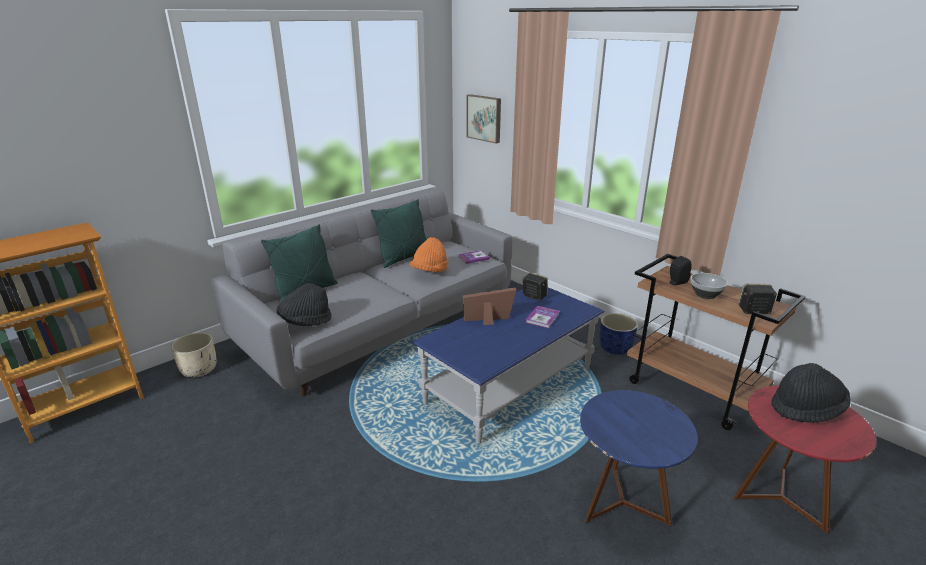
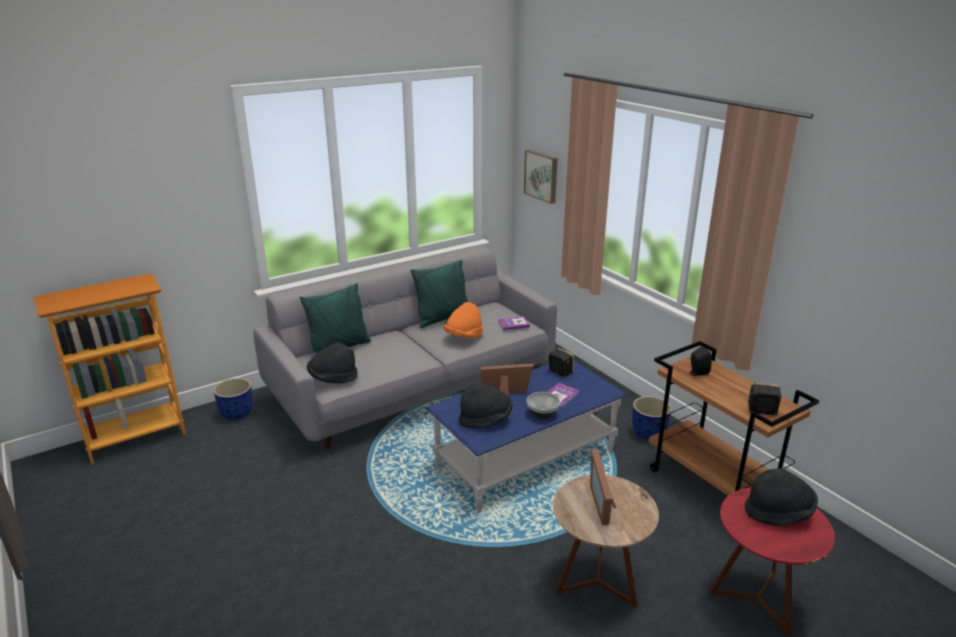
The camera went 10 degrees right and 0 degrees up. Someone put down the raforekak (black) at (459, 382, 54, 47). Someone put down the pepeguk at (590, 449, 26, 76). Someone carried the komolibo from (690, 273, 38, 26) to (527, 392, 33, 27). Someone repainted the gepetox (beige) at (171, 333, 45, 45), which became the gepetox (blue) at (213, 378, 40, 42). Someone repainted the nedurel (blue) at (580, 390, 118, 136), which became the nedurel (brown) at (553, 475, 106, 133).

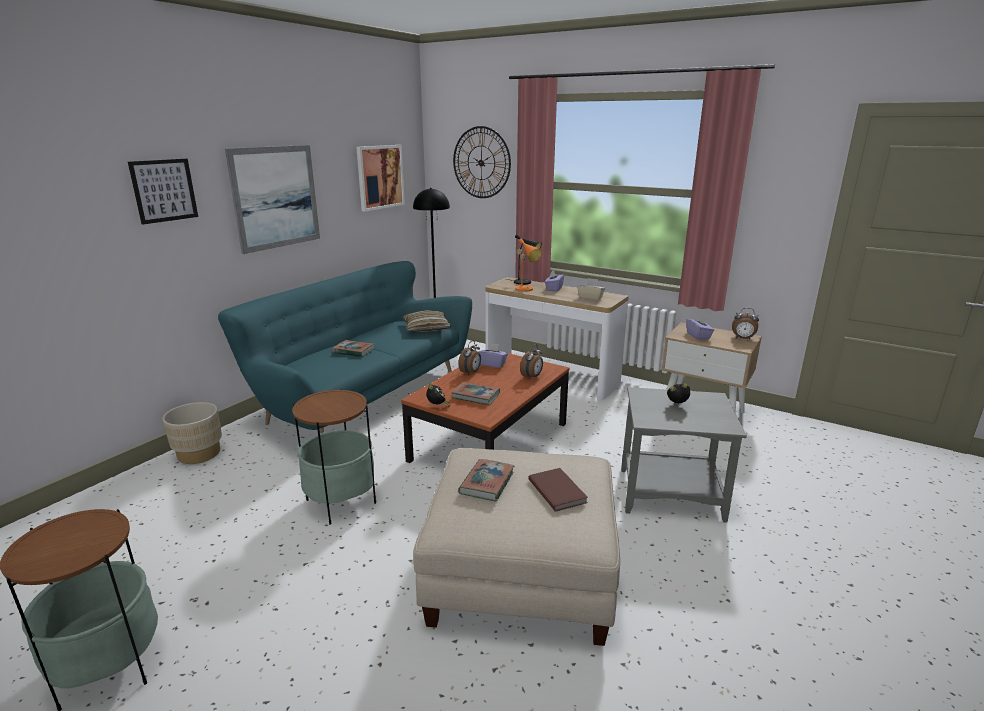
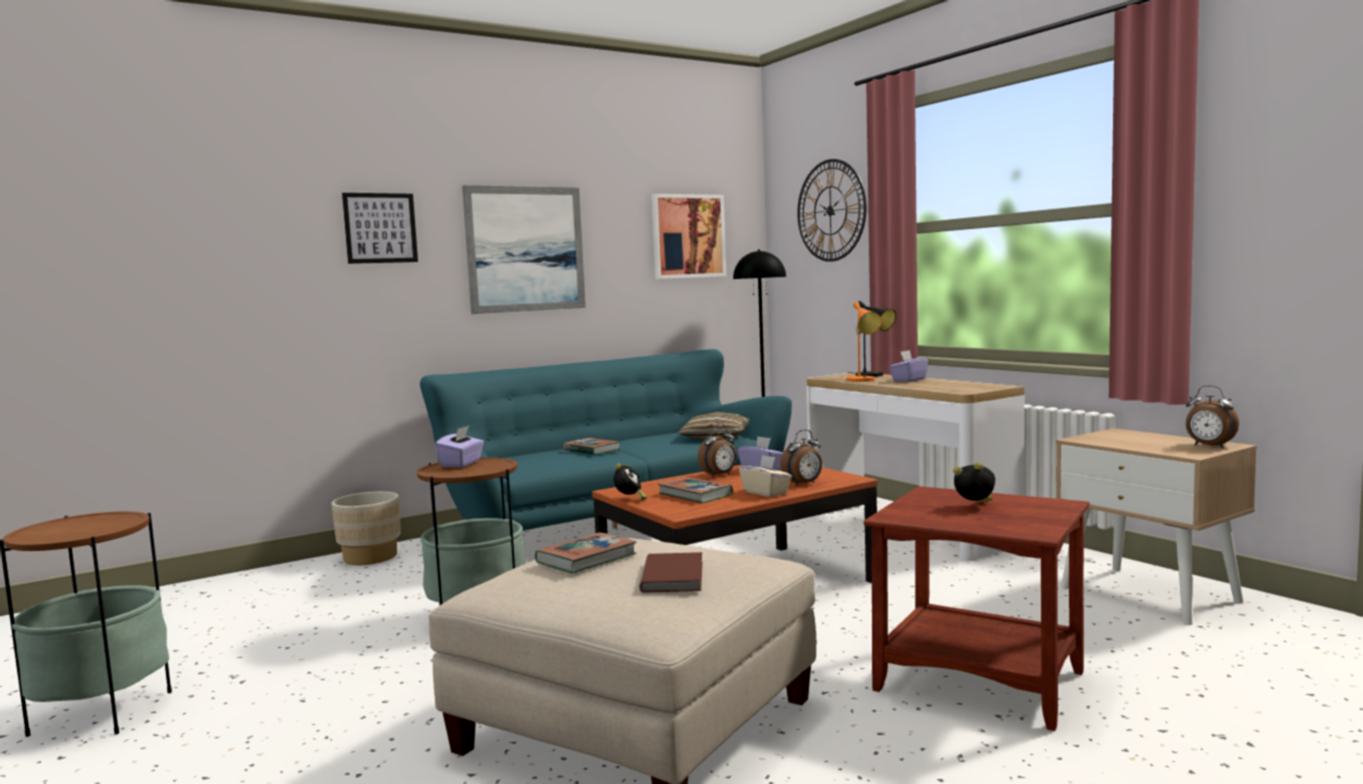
The camera went 25 degrees right and 15 degrees down. Someone carried the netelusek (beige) from (577, 278, 28, 23) to (739, 455, 53, 42). Someone carried the netelusek (purple) from (686, 315, 28, 25) to (435, 426, 49, 41). Someone repainted the nedurel (grey) at (621, 387, 126, 136), which became the nedurel (brown) at (864, 486, 226, 245).

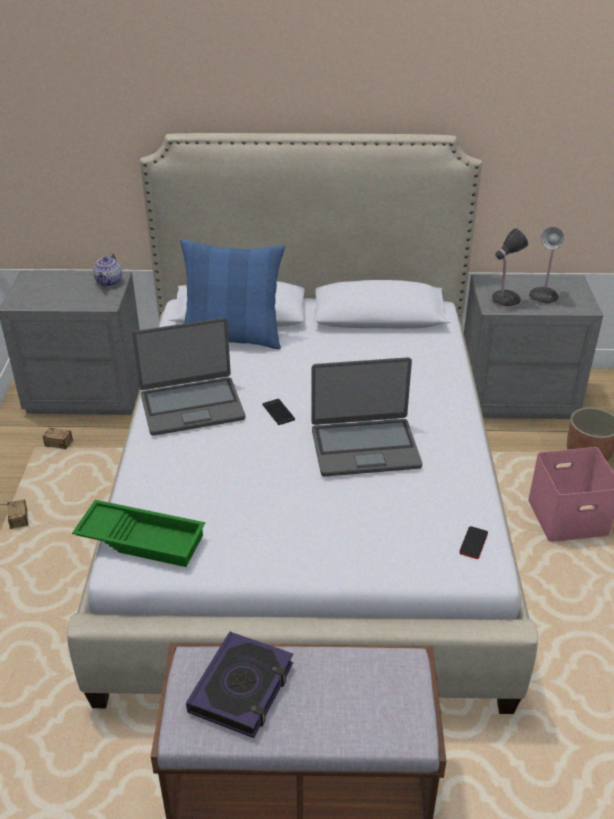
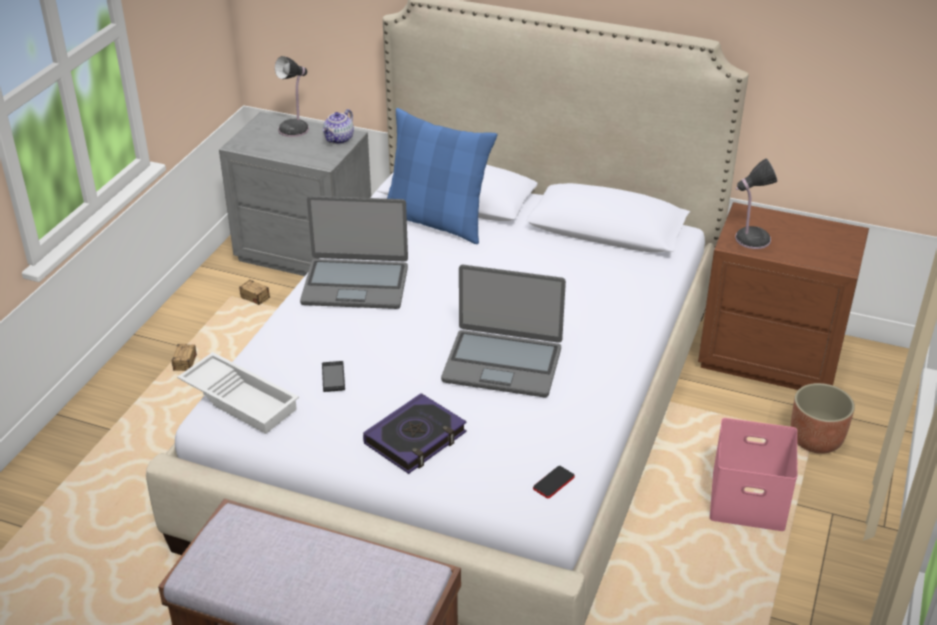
The camera went 20 degrees right and 0 degrees up. Someone carried the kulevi from (186, 631, 107, 107) to (363, 393, 104, 81). Someone carried the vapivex from (262, 399, 33, 26) to (322, 361, 23, 31). Someone carried the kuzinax from (528, 227, 36, 78) to (275, 56, 34, 81). Someone repainted the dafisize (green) at (72, 500, 133, 67), which became the dafisize (white) at (177, 352, 122, 82). Someone repainted the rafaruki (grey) at (464, 275, 139, 144), which became the rafaruki (brown) at (698, 202, 171, 188).

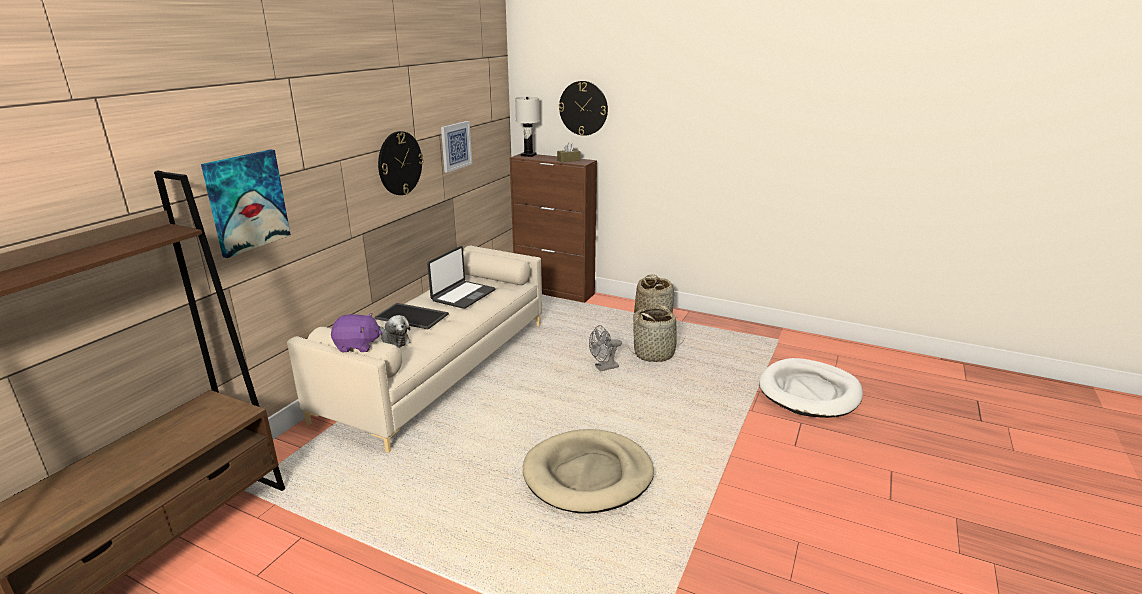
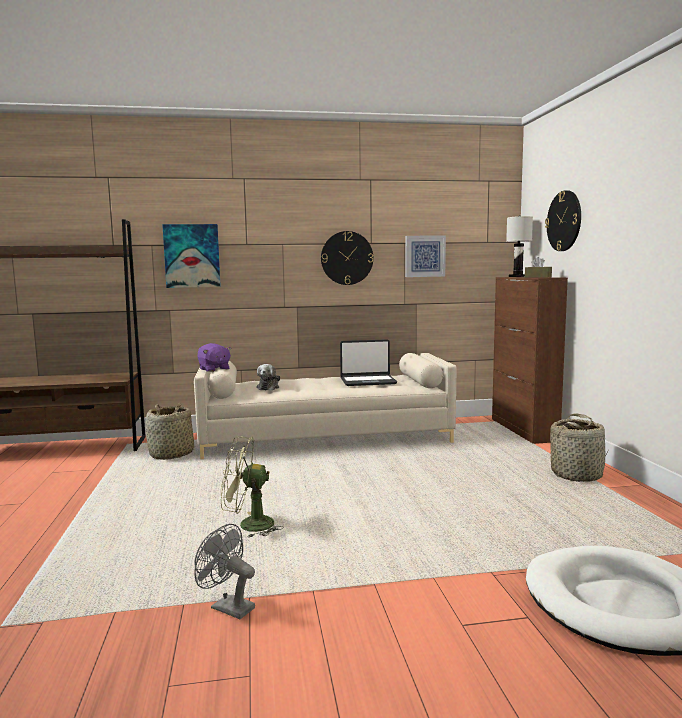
The camera went 55 degrees right and 15 degrees down. Someone took away the dafisize at (375, 303, 74, 26). Someone carried the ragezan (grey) from (589, 325, 33, 47) to (194, 524, 61, 95). Someone carried the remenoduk from (628, 304, 58, 58) to (146, 403, 48, 57). Someone swapped the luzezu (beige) at (523, 429, 131, 85) for the ragezan (green) at (221, 436, 63, 102).

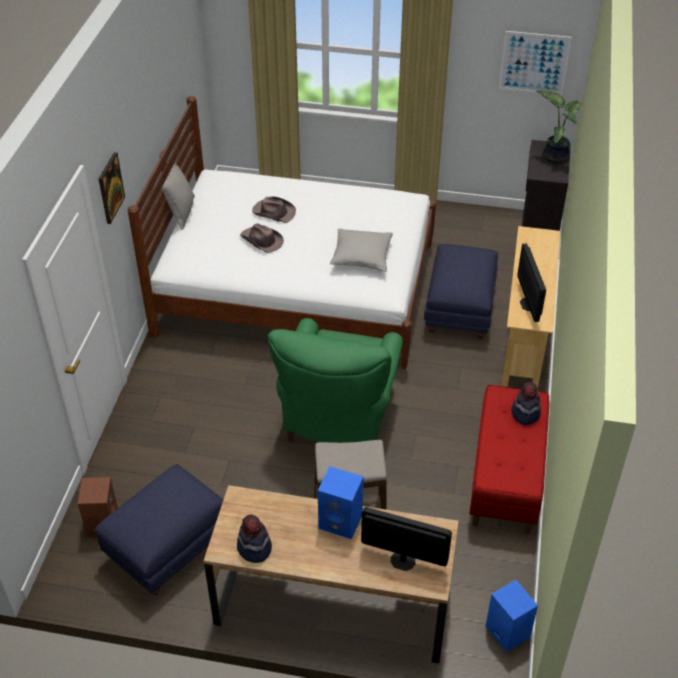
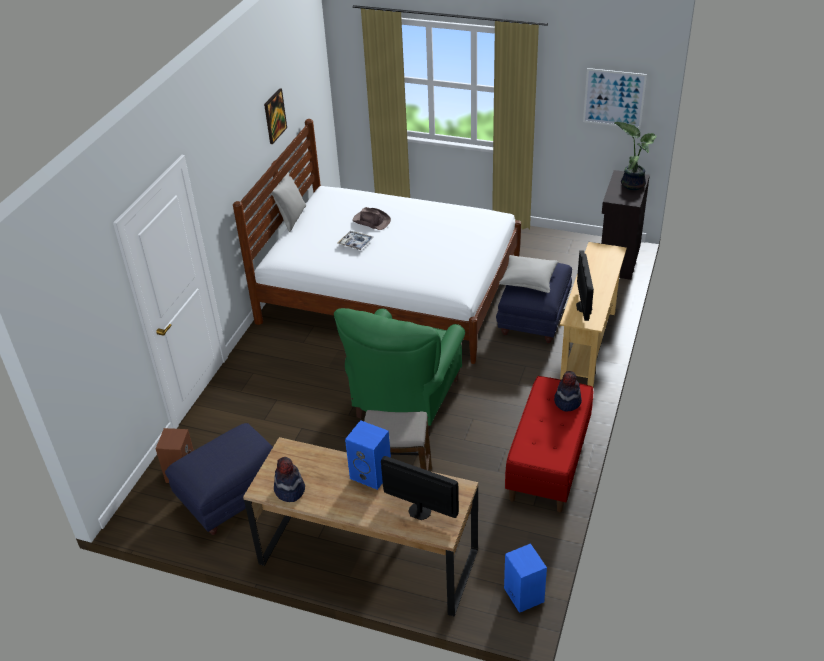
The camera went 10 degrees right and 5 degrees down. Someone carried the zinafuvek from (99, 152, 26, 72) to (264, 88, 23, 56). Someone carried the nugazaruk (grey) from (330, 228, 63, 44) to (499, 255, 59, 38). Someone swapped the raforekak (brown) at (240, 223, 44, 30) for the dafisize at (337, 231, 36, 19).

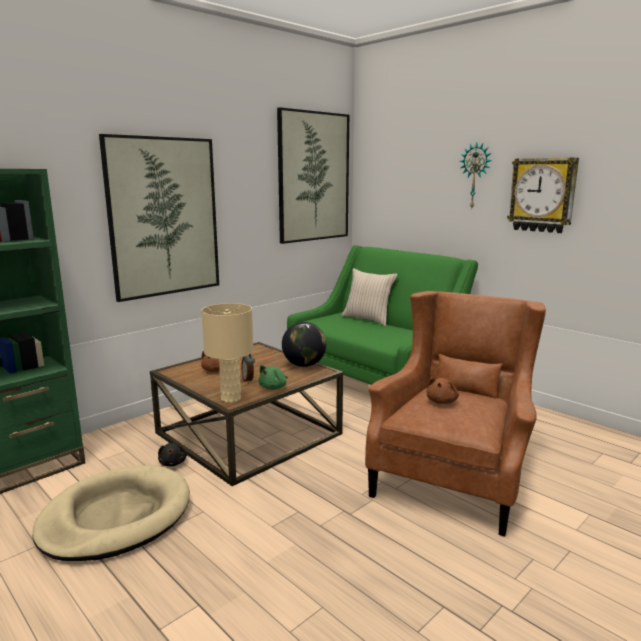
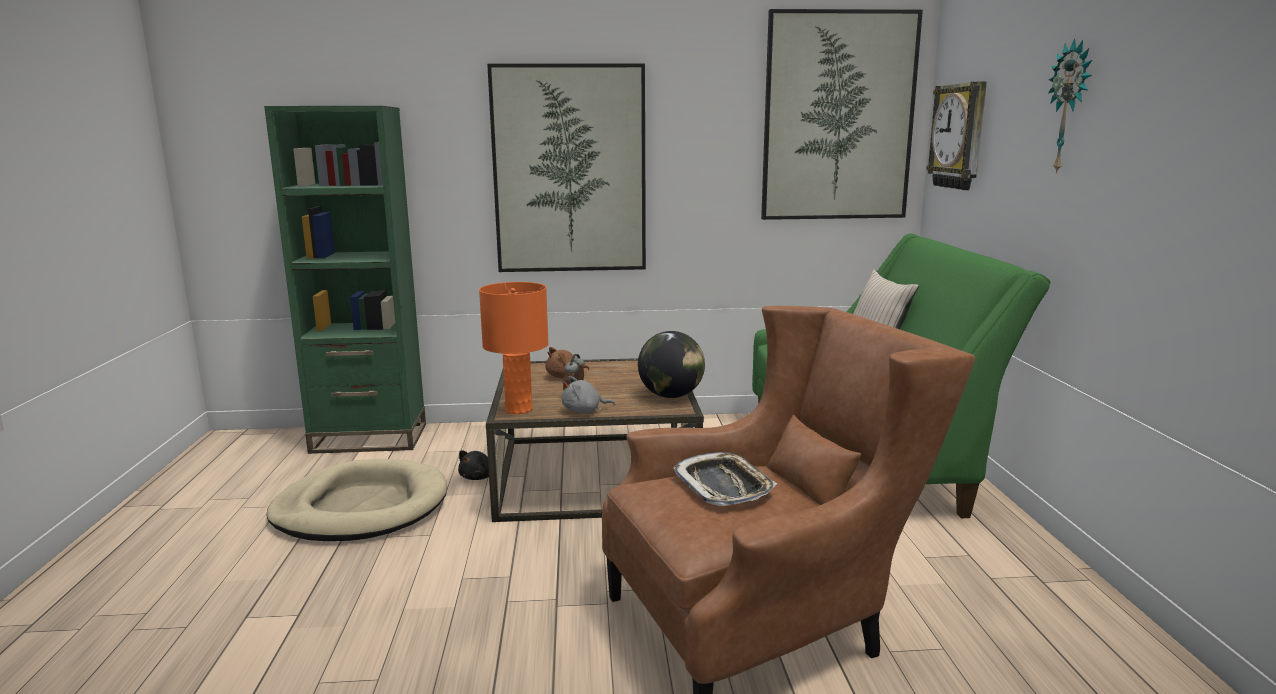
The camera went 40 degrees right and 0 degrees up. Someone carried the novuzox from (507, 158, 72, 75) to (926, 81, 61, 109). Someone swapped the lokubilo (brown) at (426, 377, 33, 27) for the dafisize at (673, 452, 104, 54). Someone repainted the kuzinax (beige) at (201, 303, 53, 100), which became the kuzinax (orange) at (479, 282, 70, 132). Someone repainted the lokubilo (green) at (258, 365, 30, 24), which became the lokubilo (grey) at (562, 376, 53, 37).

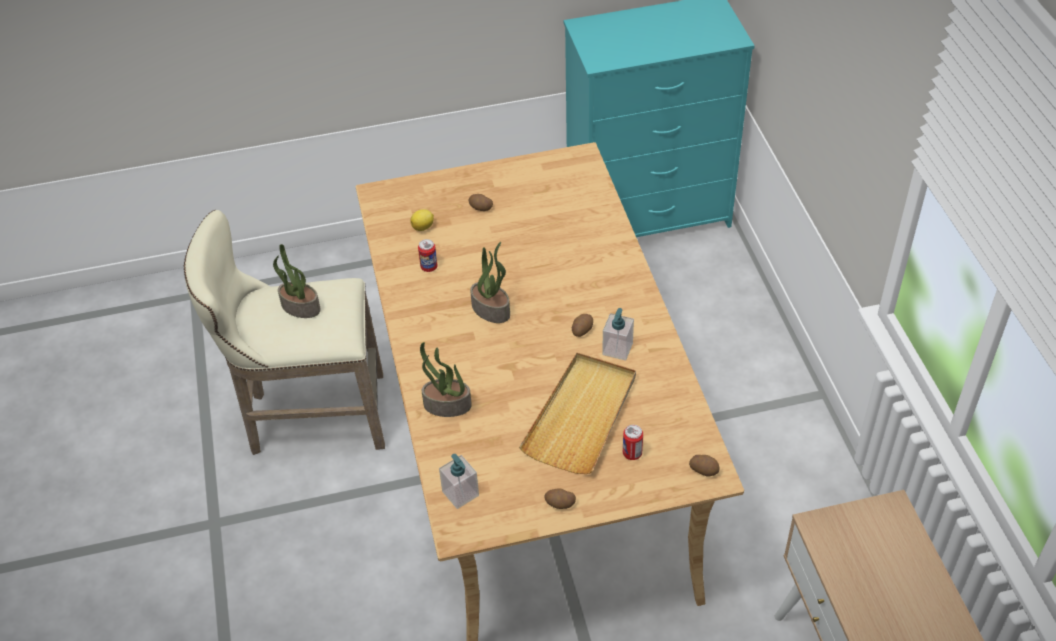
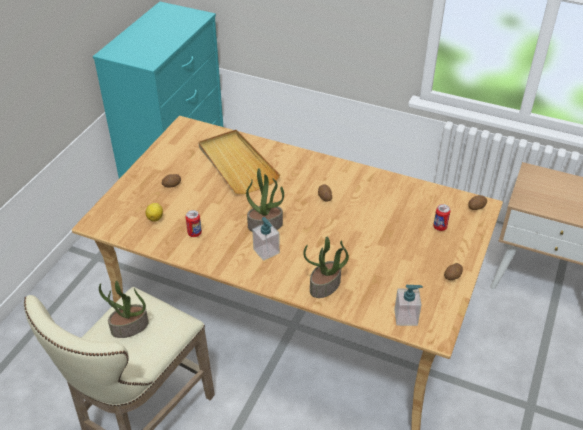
The camera went 55 degrees left and 5 degrees down. Someone carried the dafisize (beige) from (519, 353, 117, 121) to (198, 130, 82, 64). Someone carried the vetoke from (602, 308, 32, 53) to (252, 217, 28, 44).

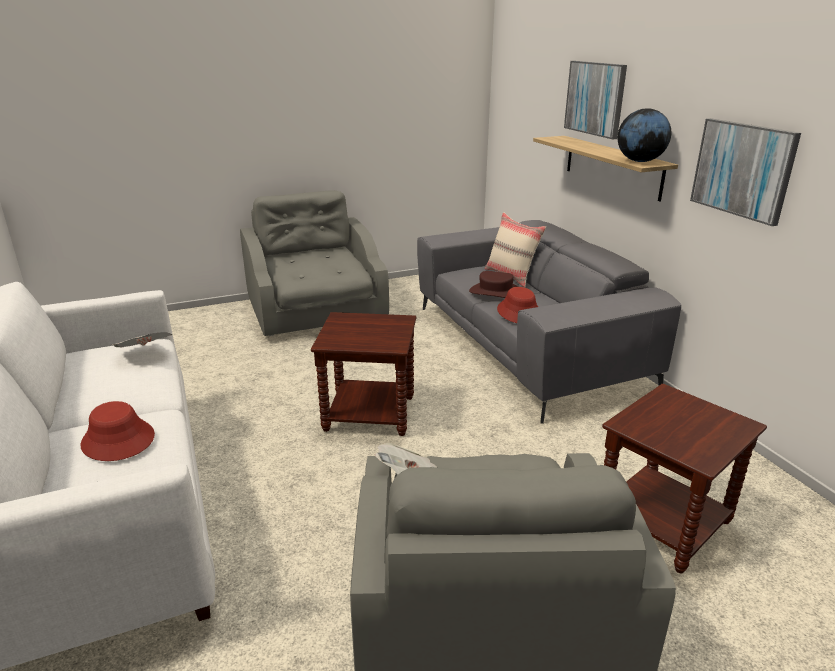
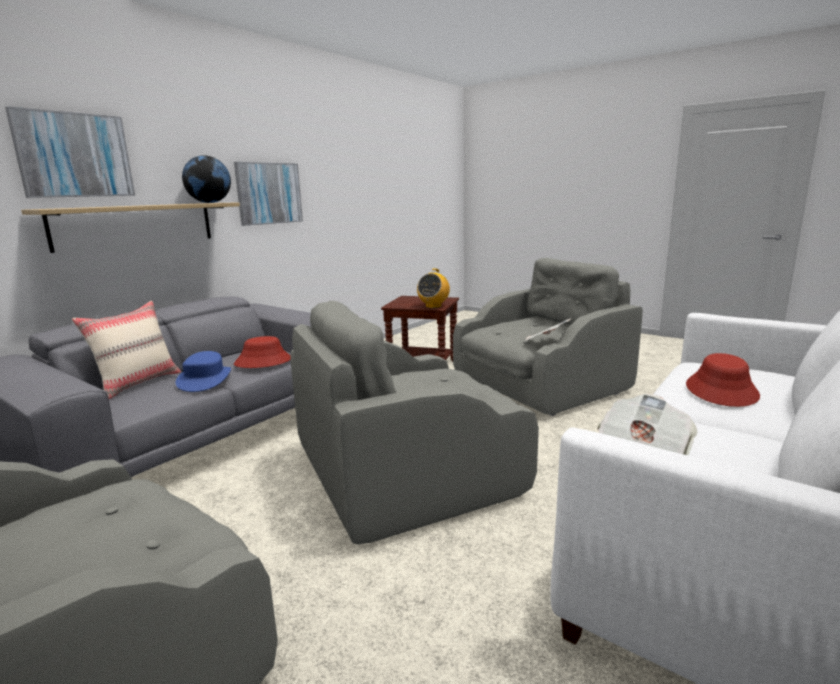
The camera went 120 degrees left and 10 degrees down. Someone put down the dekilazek at (417, 268, 33, 40). Someone swapped the nedurel (brown) at (311, 312, 105, 124) for the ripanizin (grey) at (290, 301, 249, 243). Someone repainted the raforekak (brown) at (469, 271, 49, 27), which became the raforekak (blue) at (176, 351, 55, 41).

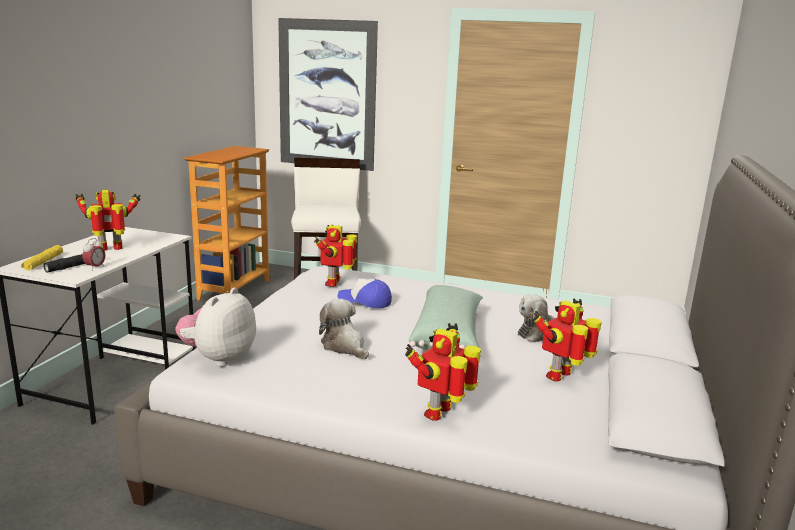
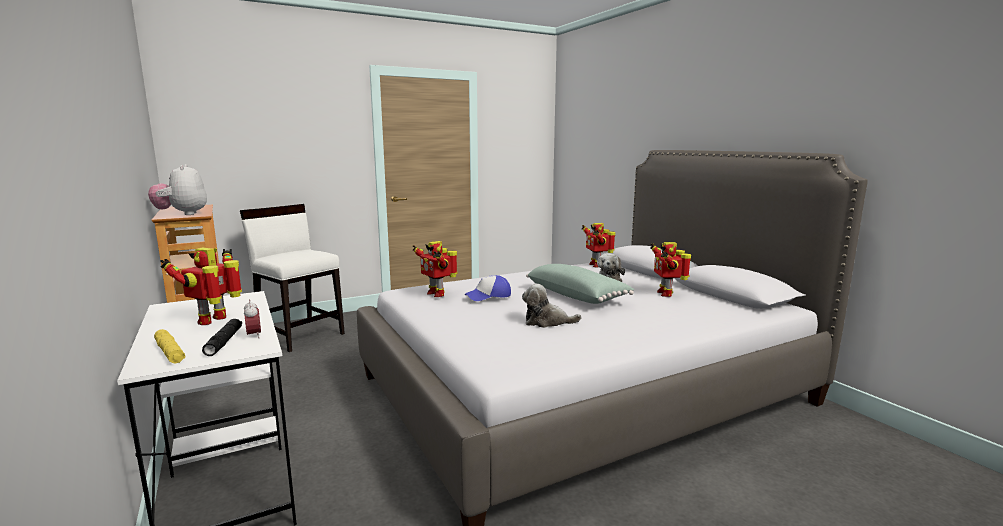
The camera went 45 degrees left and 5 degrees down. Someone took away the zinafuvek at (278, 18, 100, 153). Someone carried the lokubilo from (175, 288, 81, 79) to (148, 164, 59, 51). Someone carried the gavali from (405, 323, 76, 98) to (582, 223, 33, 44).

